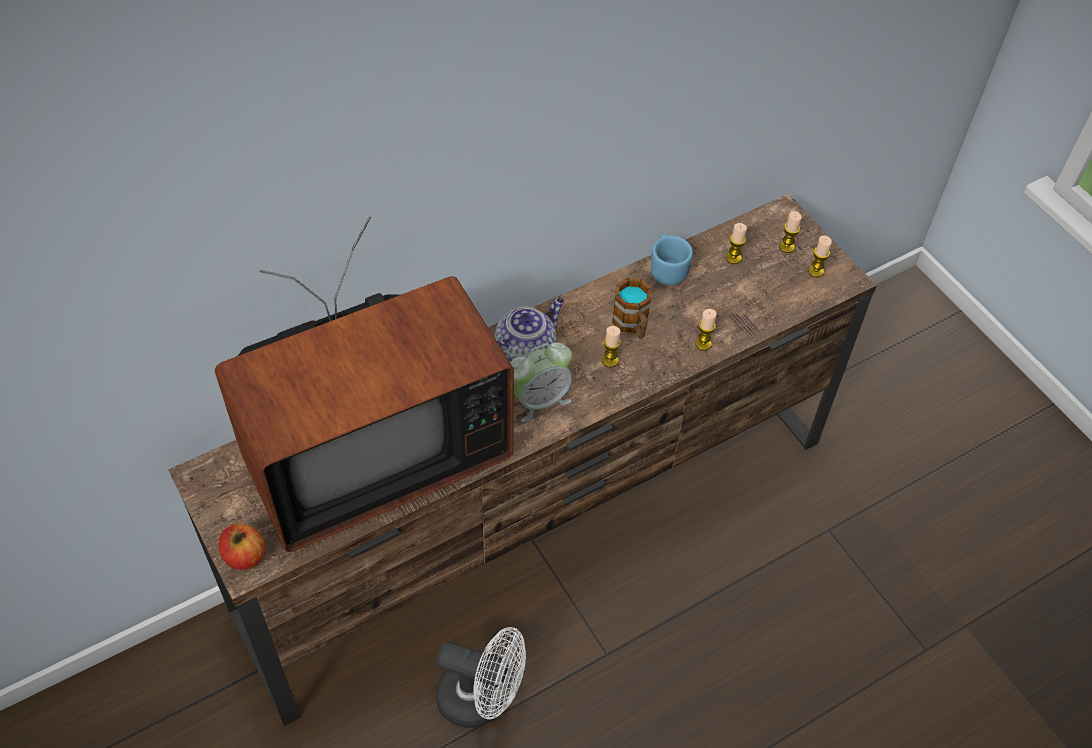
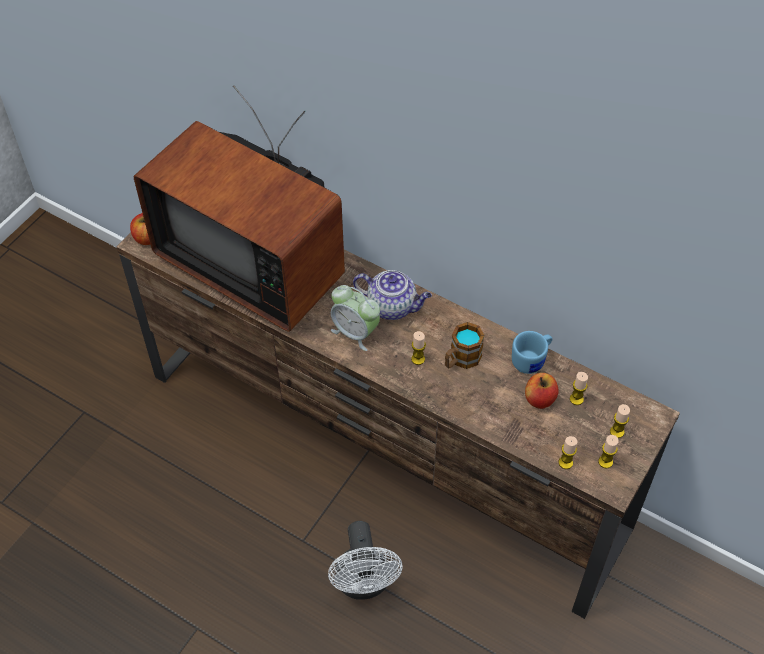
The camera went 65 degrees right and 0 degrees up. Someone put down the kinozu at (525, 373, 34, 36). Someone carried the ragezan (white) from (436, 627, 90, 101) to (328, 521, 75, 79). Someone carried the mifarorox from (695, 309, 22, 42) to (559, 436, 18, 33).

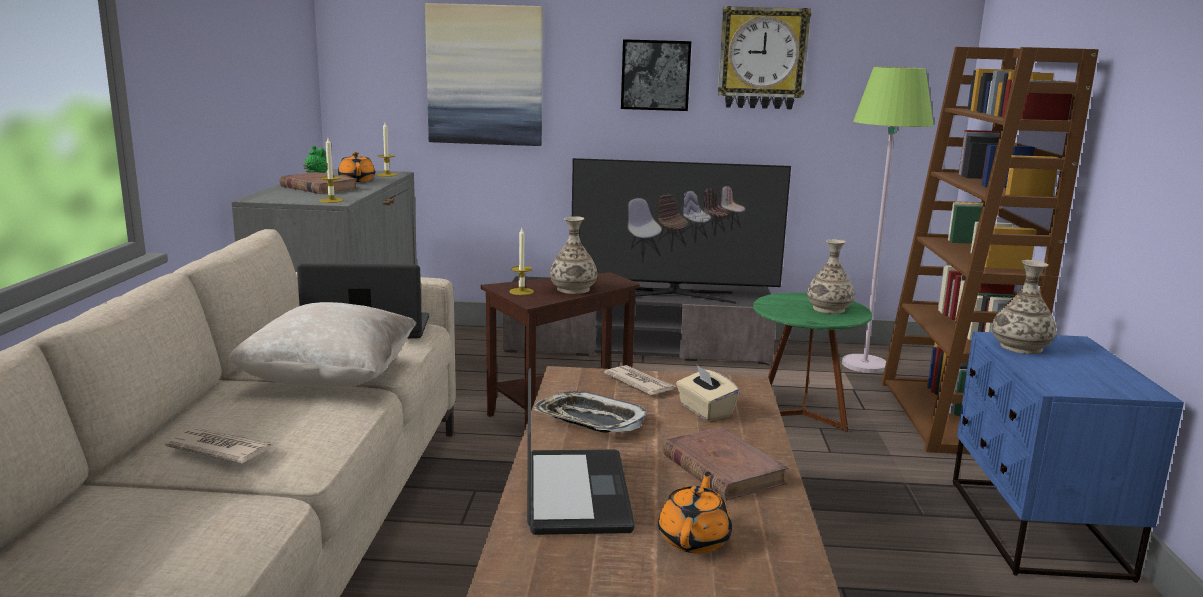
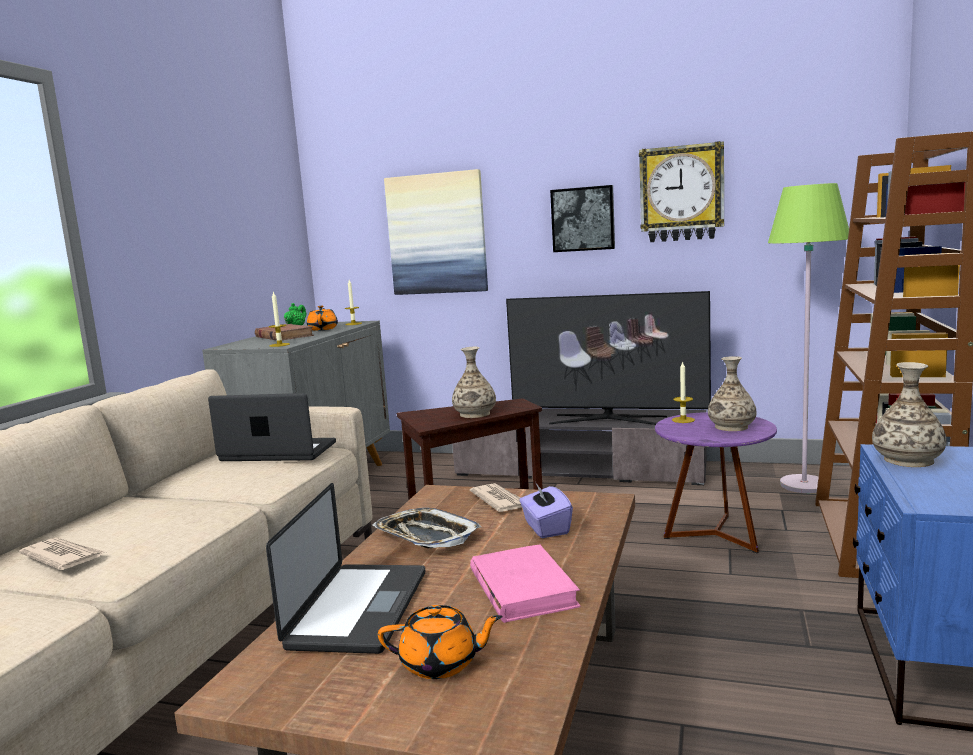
The camera went 15 degrees right and 5 degrees down. Someone took away the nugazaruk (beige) at (226, 302, 191, 85). Someone carried the mifarorox from (510, 228, 24, 67) to (672, 361, 23, 62). Someone repainted the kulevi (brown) at (663, 427, 125, 73), which became the kulevi (pink) at (470, 545, 111, 78). Someone repainted the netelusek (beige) at (676, 364, 64, 57), which became the netelusek (purple) at (519, 482, 54, 56). Someone repainted the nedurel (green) at (753, 293, 119, 139), which became the nedurel (purple) at (655, 412, 122, 142). Someone rotated the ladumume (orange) at (658, 472, 74, 81) by 60 degrees clockwise.

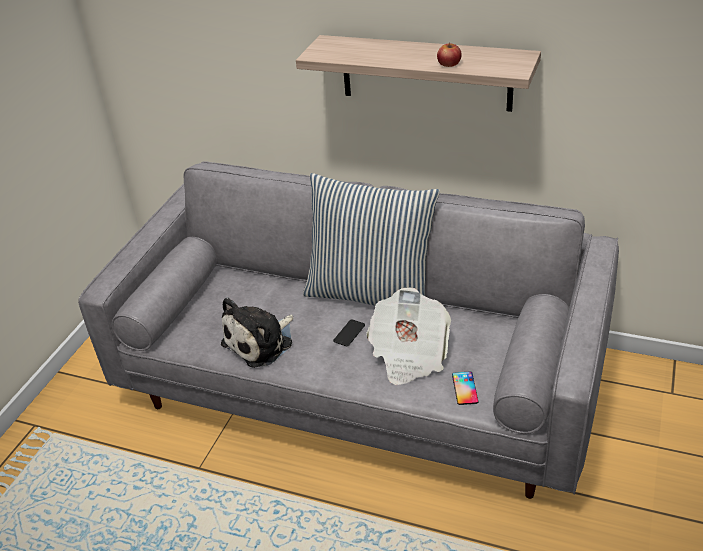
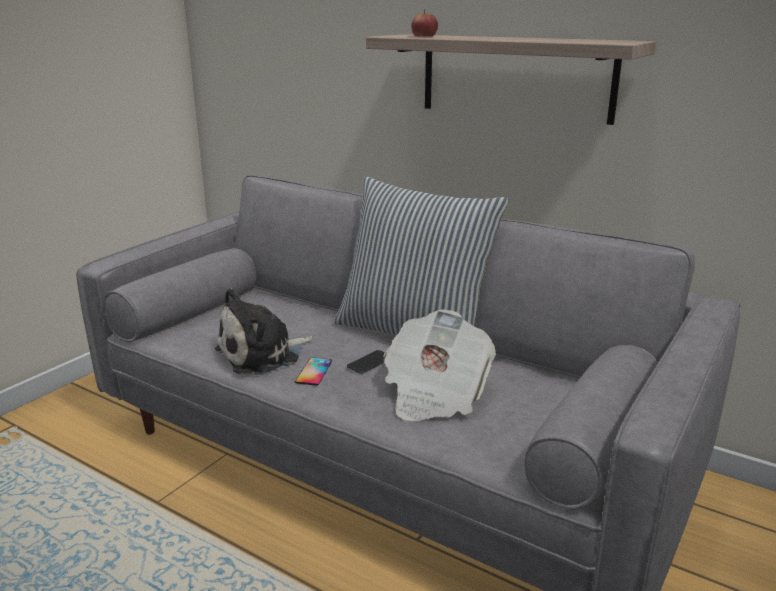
The camera went 10 degrees right and 15 degrees down. Someone carried the kinozu from (437, 42, 25, 25) to (411, 9, 27, 28). Someone carried the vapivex from (452, 371, 27, 34) to (295, 357, 37, 29).

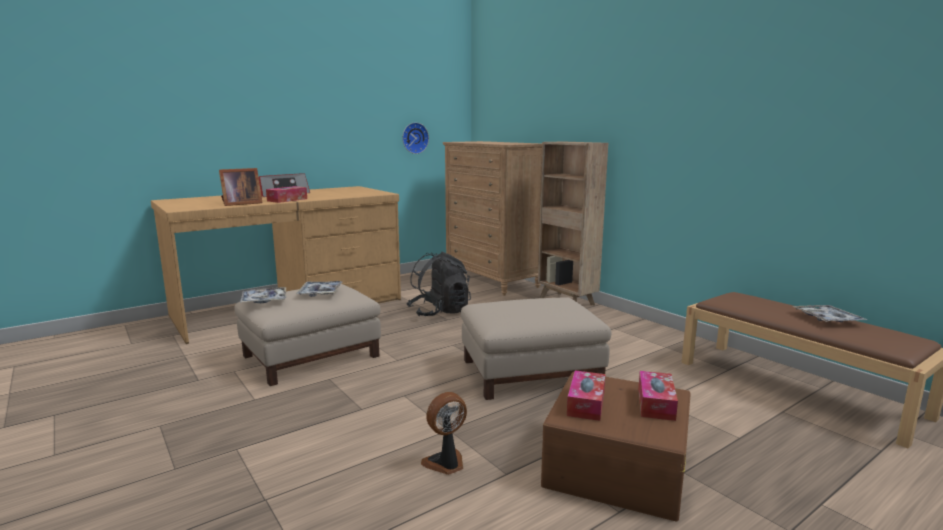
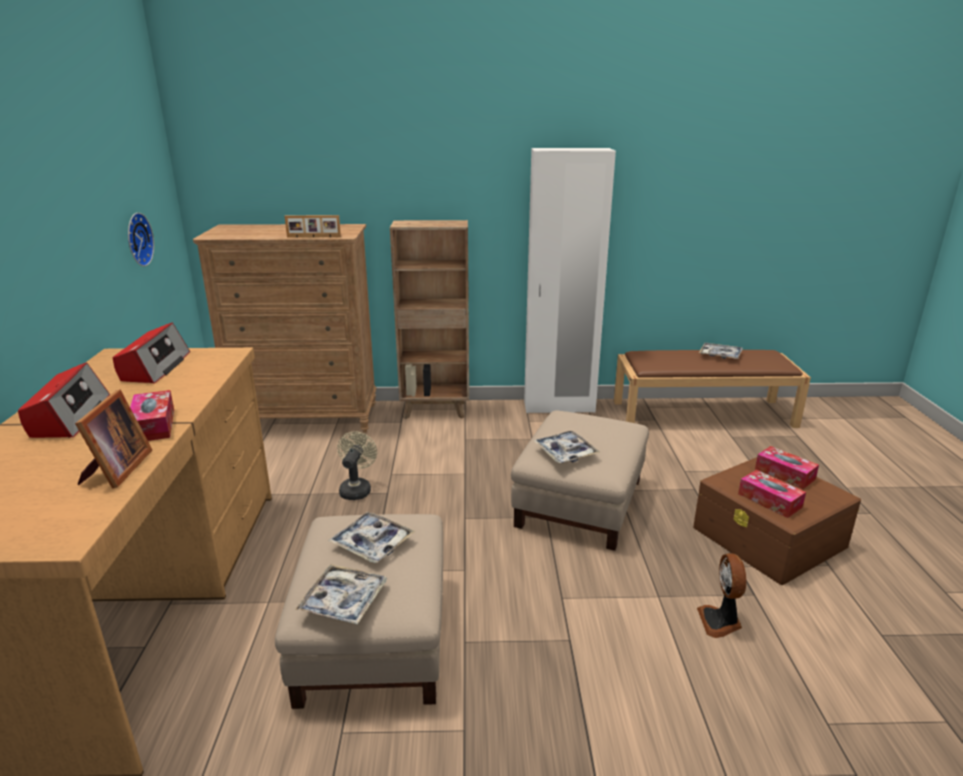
The camera went 55 degrees left and 10 degrees up. Someone put down the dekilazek at (113, 323, 77, 60). Someone put down the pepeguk at (285, 215, 56, 23). Someone put down the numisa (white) at (524, 148, 92, 265). Someone put down the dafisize at (533, 431, 67, 32). Someone swapped the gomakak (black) at (406, 251, 65, 65) for the ragezan (beige) at (337, 431, 40, 69).

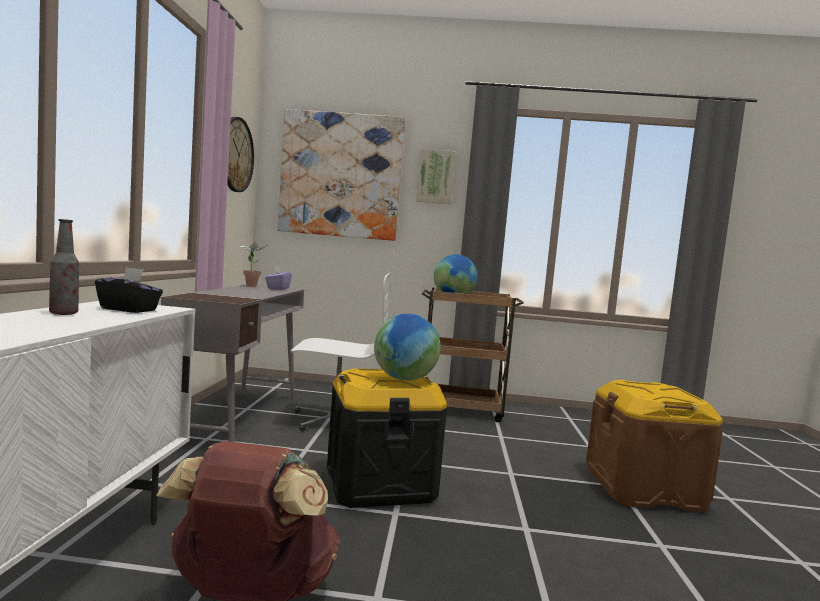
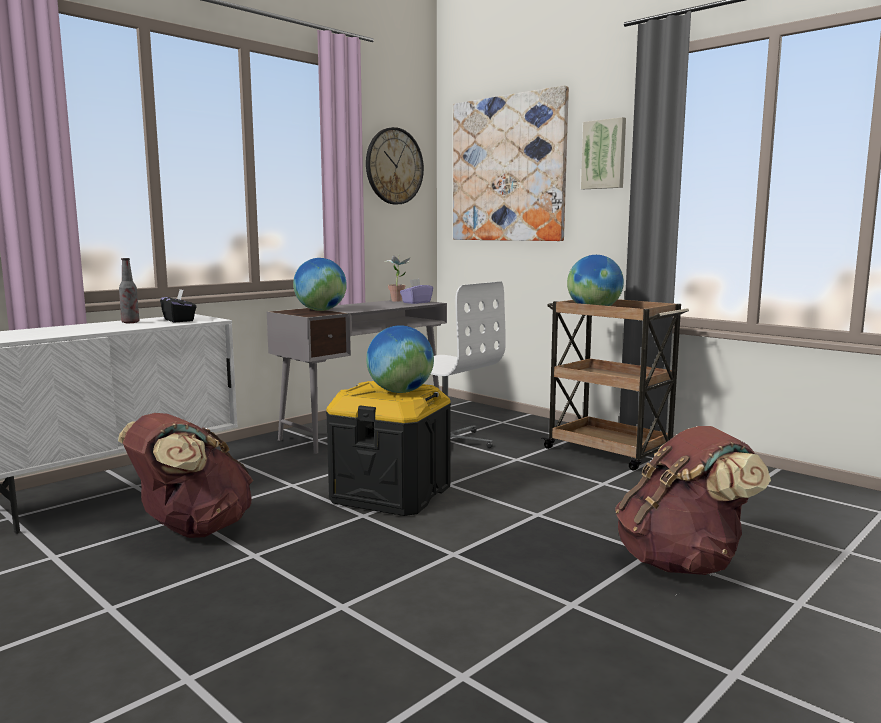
The camera went 40 degrees right and 5 degrees up. Someone put down the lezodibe at (293, 258, 54, 53). Someone swapped the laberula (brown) at (586, 380, 137, 132) for the gomakak (brown) at (615, 426, 156, 149).

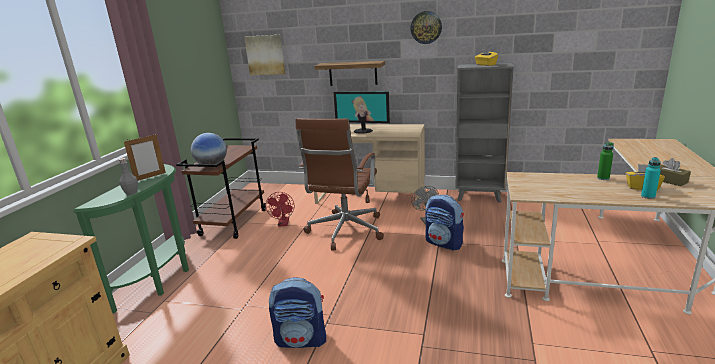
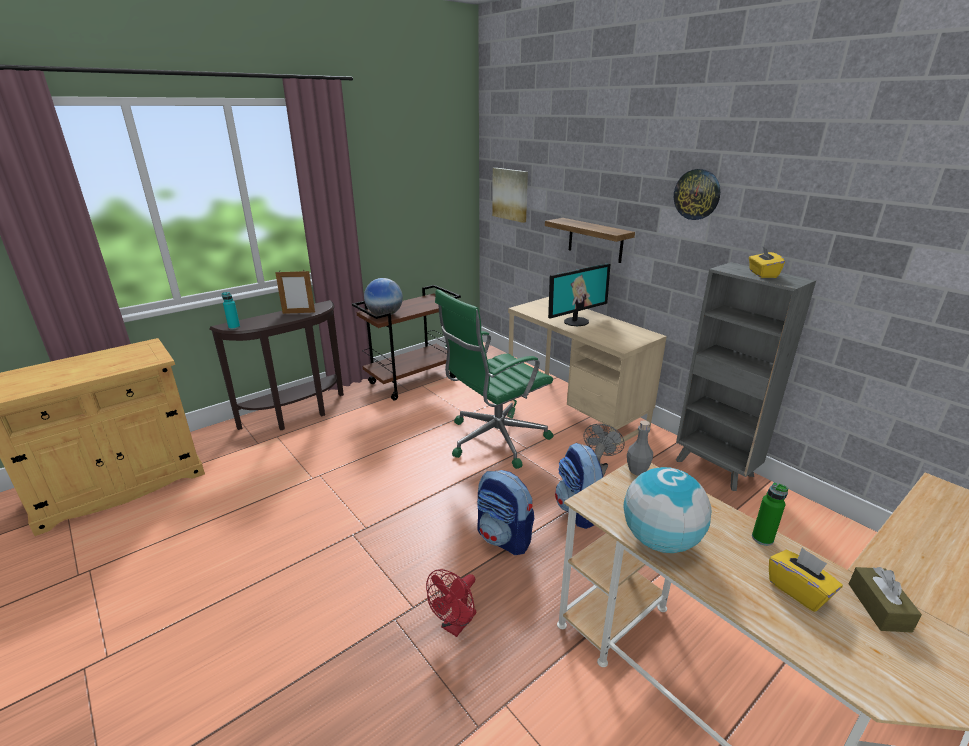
The camera went 35 degrees right and 5 degrees up. Someone put down the lezodibe at (623, 467, 88, 86). Someone carried the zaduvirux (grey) from (119, 158, 19, 37) to (627, 420, 26, 55). Someone carried the ragezan (red) from (266, 192, 28, 35) to (426, 569, 50, 68). Someone carried the gomakak from (269, 277, 57, 71) to (477, 470, 57, 85). Someone carried the zaduvirux (turquoise) from (641, 157, 20, 42) to (222, 292, 18, 37). Someone repainted the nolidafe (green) at (73, 164, 116, 149), which became the nolidafe (brown) at (209, 300, 135, 130). Someone repainted the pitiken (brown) at (295, 118, 89, 133), which became the pitiken (green) at (435, 289, 118, 180). Someone rotated the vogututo at (333, 92, 57, 42) by 90 degrees counterclockwise.

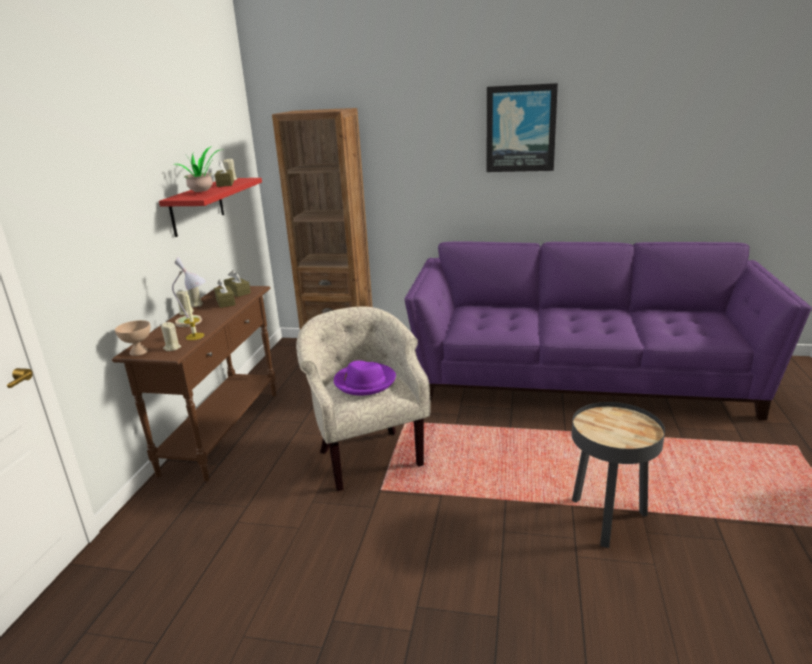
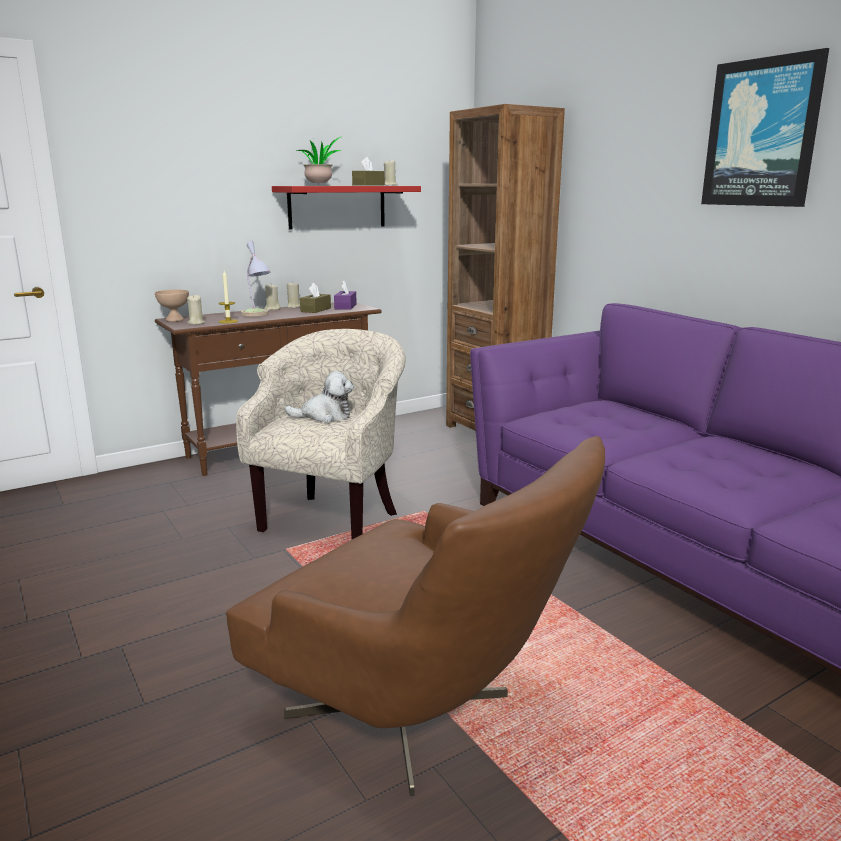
The camera went 45 degrees right and 5 degrees down. Someone swapped the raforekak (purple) at (334, 361, 62, 34) for the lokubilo at (285, 371, 69, 52). Someone swapped the nedurel (black) at (572, 402, 93, 146) for the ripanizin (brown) at (226, 436, 379, 360). Someone repainted the netelusek (brown) at (224, 270, 27, 27), which became the netelusek (purple) at (334, 280, 23, 30).

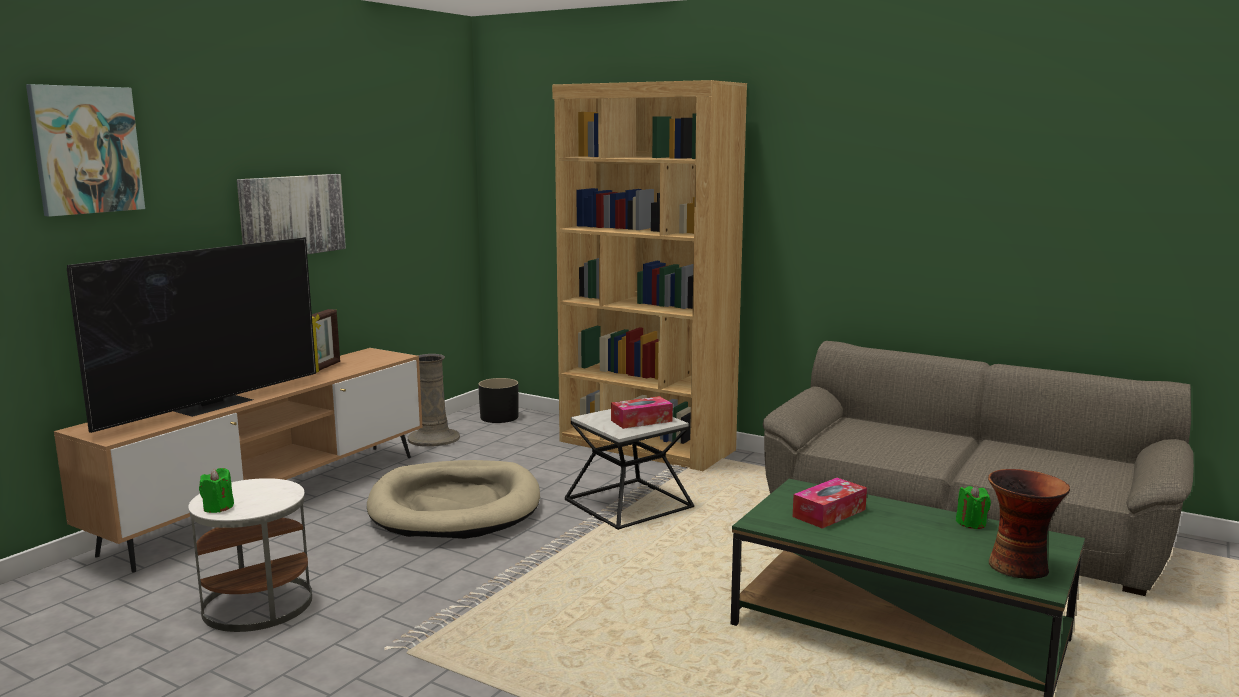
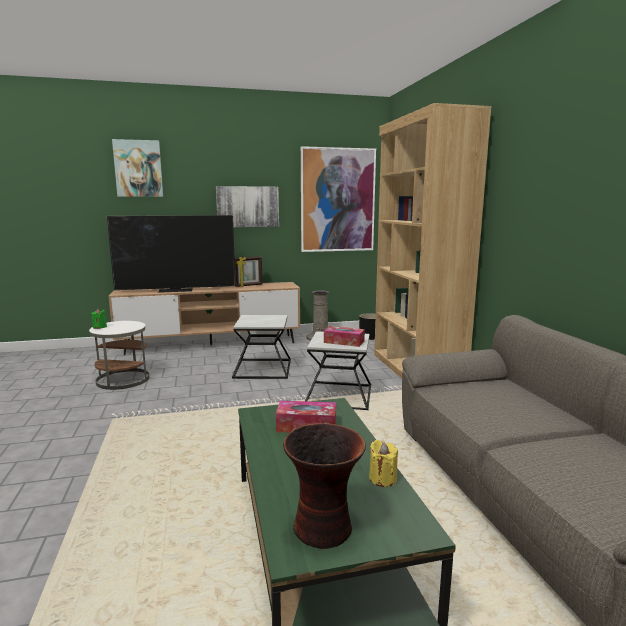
The camera went 45 degrees right and 0 degrees up. Someone put up the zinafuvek at (301, 146, 75, 106). Someone swapped the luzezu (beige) at (367, 460, 173, 79) for the nedurel at (232, 315, 59, 64). Someone repainted the mifarorox (green) at (956, 485, 35, 44), which became the mifarorox (yellow) at (369, 440, 29, 47).

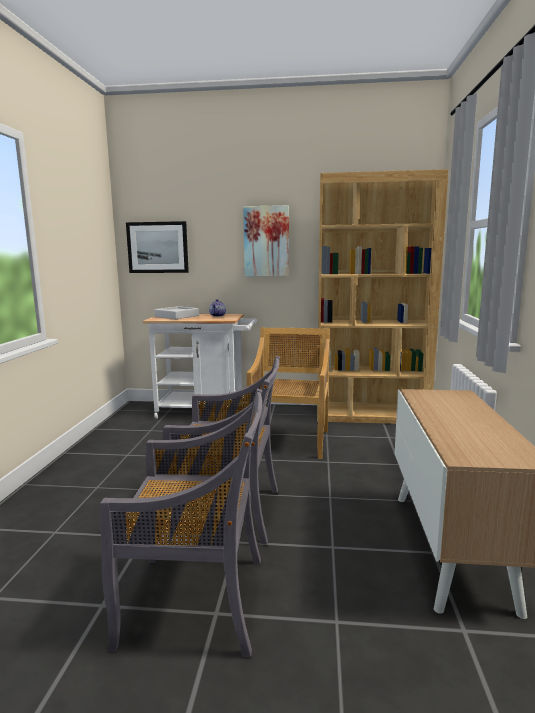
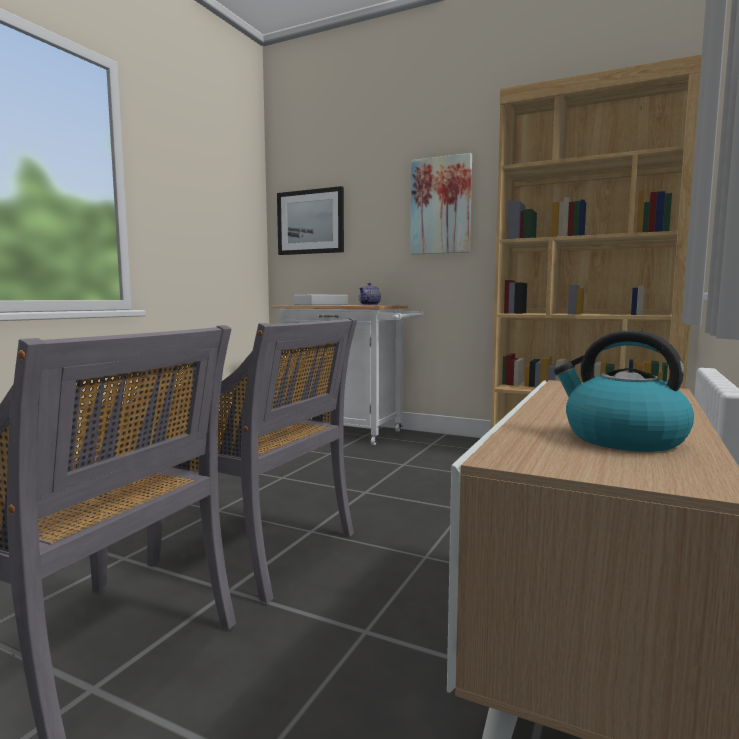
The camera went 20 degrees right and 5 degrees down. Someone took away the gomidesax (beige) at (246, 327, 84, 132). Someone put down the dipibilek at (554, 330, 140, 122).

